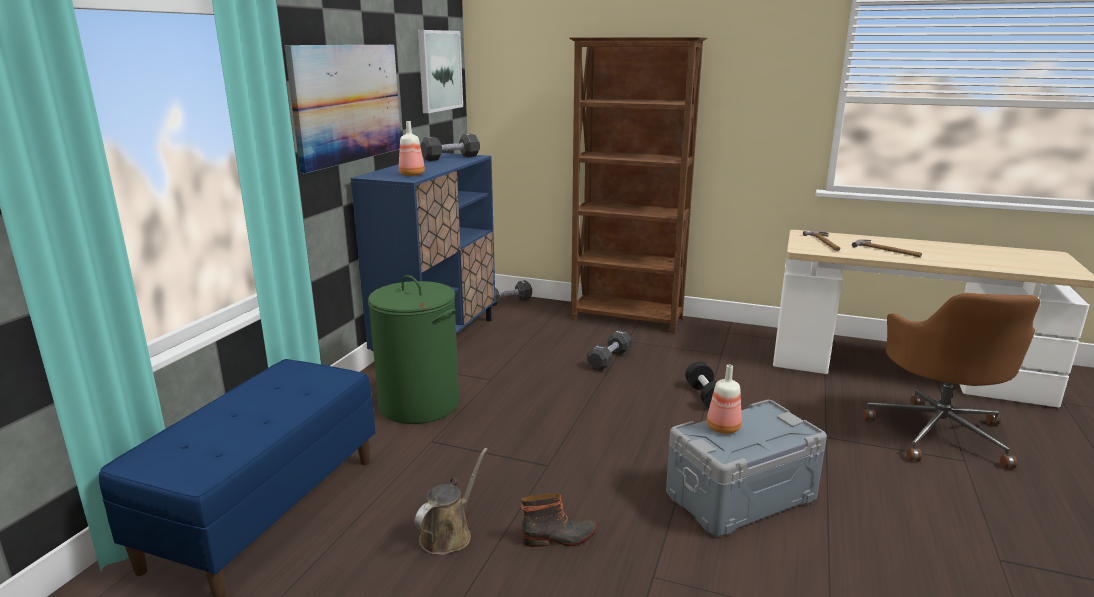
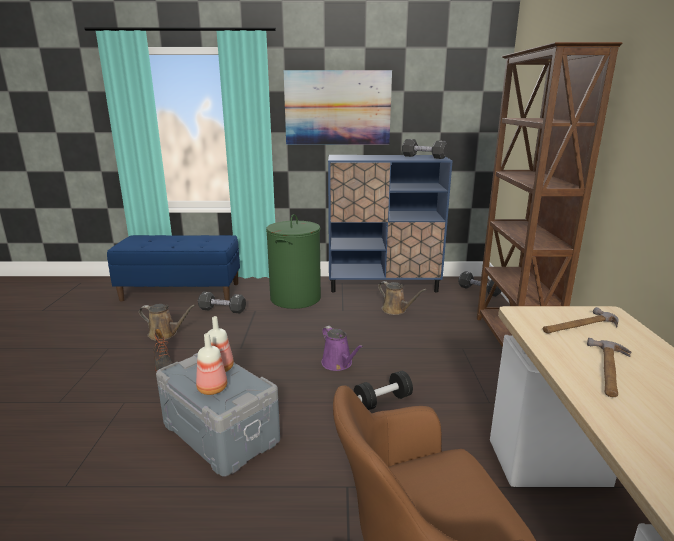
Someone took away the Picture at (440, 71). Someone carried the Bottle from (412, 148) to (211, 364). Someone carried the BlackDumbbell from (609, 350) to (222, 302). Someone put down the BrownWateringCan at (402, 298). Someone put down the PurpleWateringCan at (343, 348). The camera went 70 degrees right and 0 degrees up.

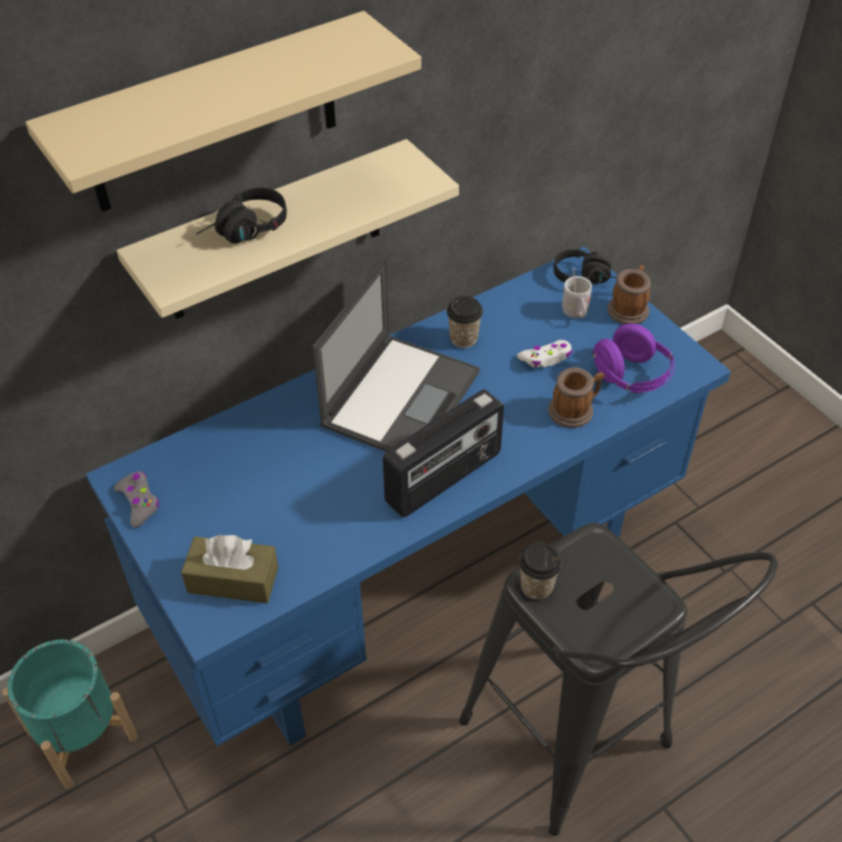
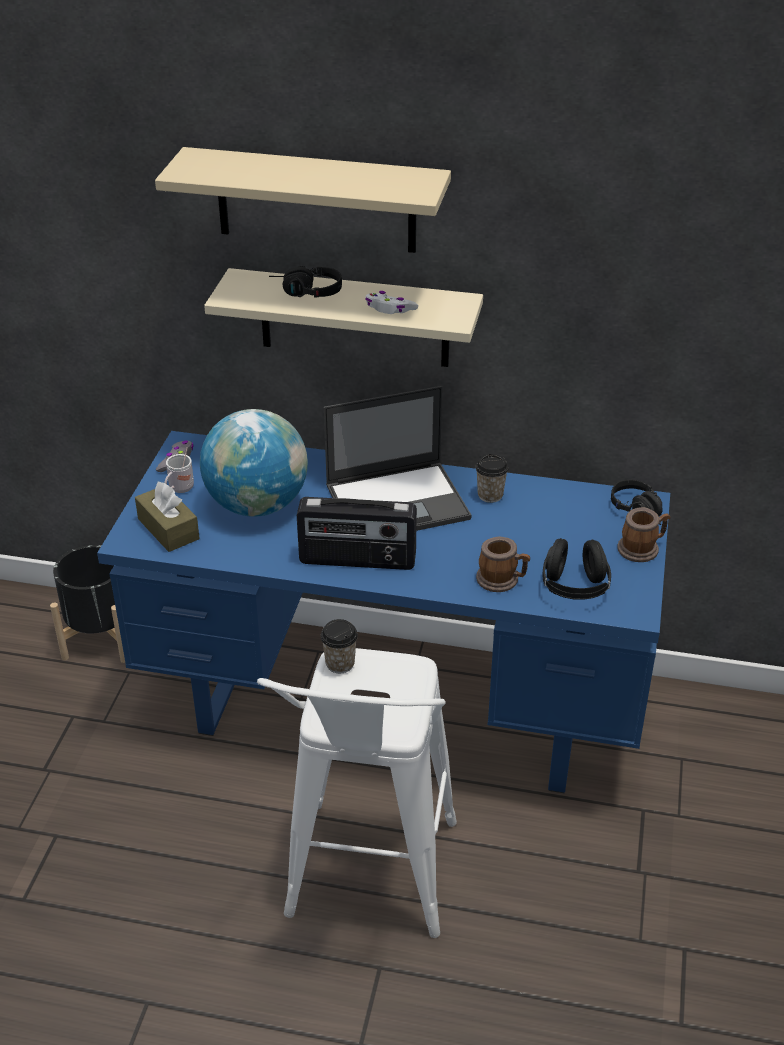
Someone carried the WhiteMug from (577, 293) to (179, 470). Someone repainted the PurpleHeadphones at (633, 358), which became the BlackHeadphones at (576, 569). Someone carried the WhiteGameController from (544, 354) to (391, 302). Someone repainted the BlackStool at (618, 679), which became the WhiteStool at (357, 793). Someone repainted the TurquoisePlanter at (70, 714), which became the BlackPlanter at (87, 604). Someone put down the Globe at (254, 463). The camera went 45 degrees right and 10 degrees down.

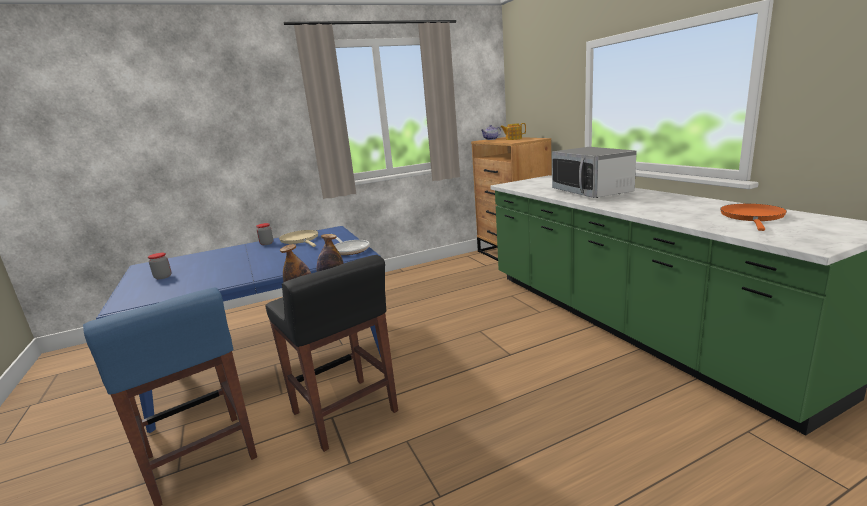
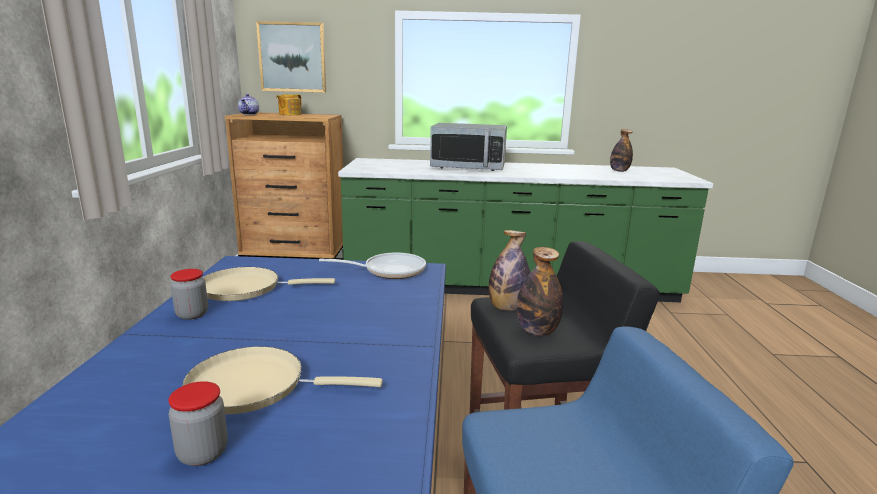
Someone swapped the OrangeFryingPan at (753, 217) for the Bottle at (621, 150). Someone put up the Picture at (291, 56). Someone put down the BeigeFryingPan at (282, 380). The camera went 65 degrees left and 0 degrees up.

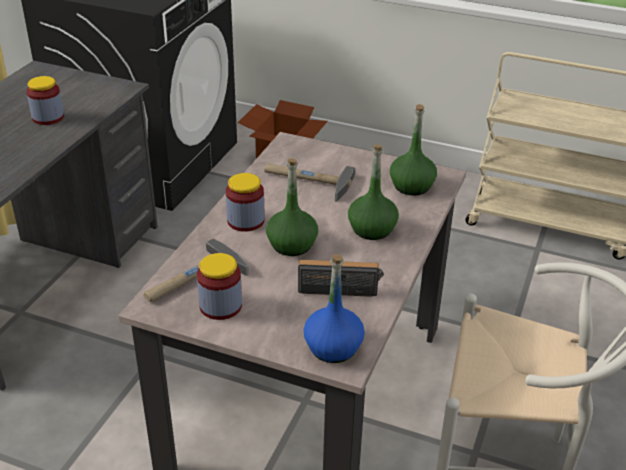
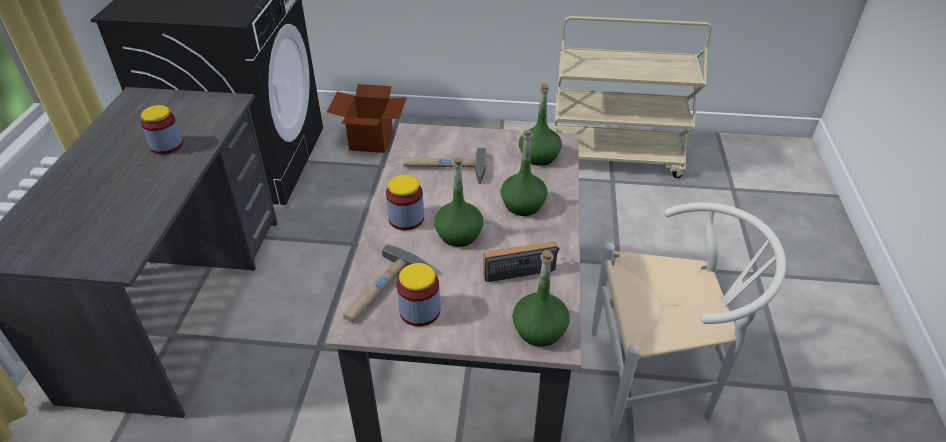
Someone repainted the BlueBottle at (334, 308), which became the GreenBottle at (541, 298). The camera went 15 degrees left and 5 degrees up.

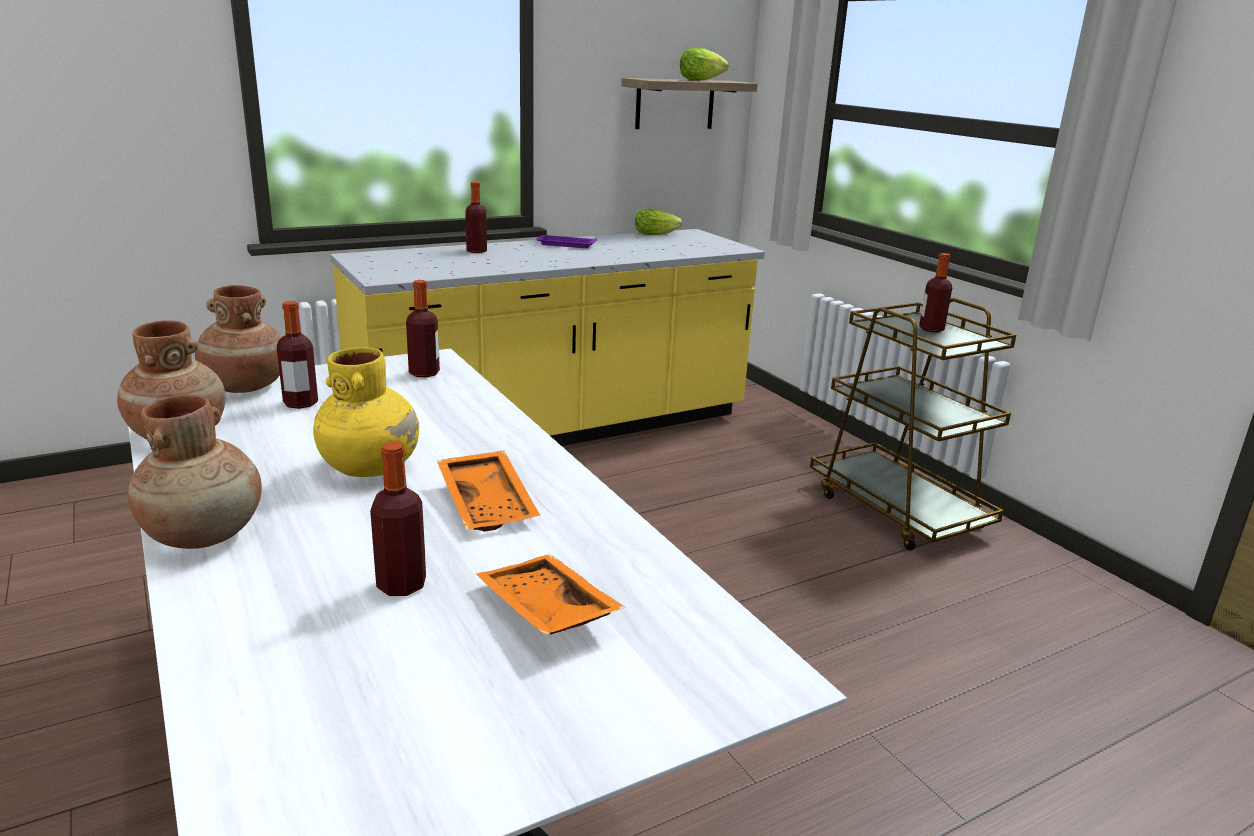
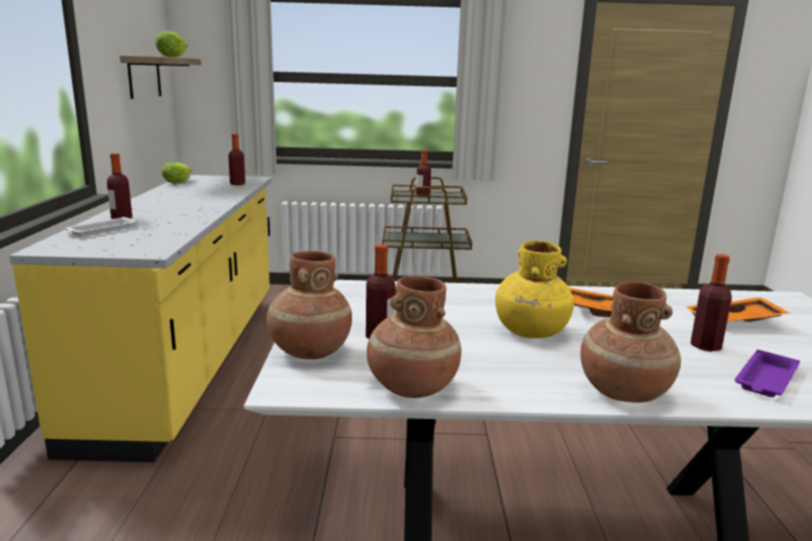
Someone carried the PurpleTray from (566, 241) to (767, 373). Someone carried the Bottle from (423, 329) to (236, 159). Someone put down the WhiteTray at (101, 227). The camera went 60 degrees left and 5 degrees down.

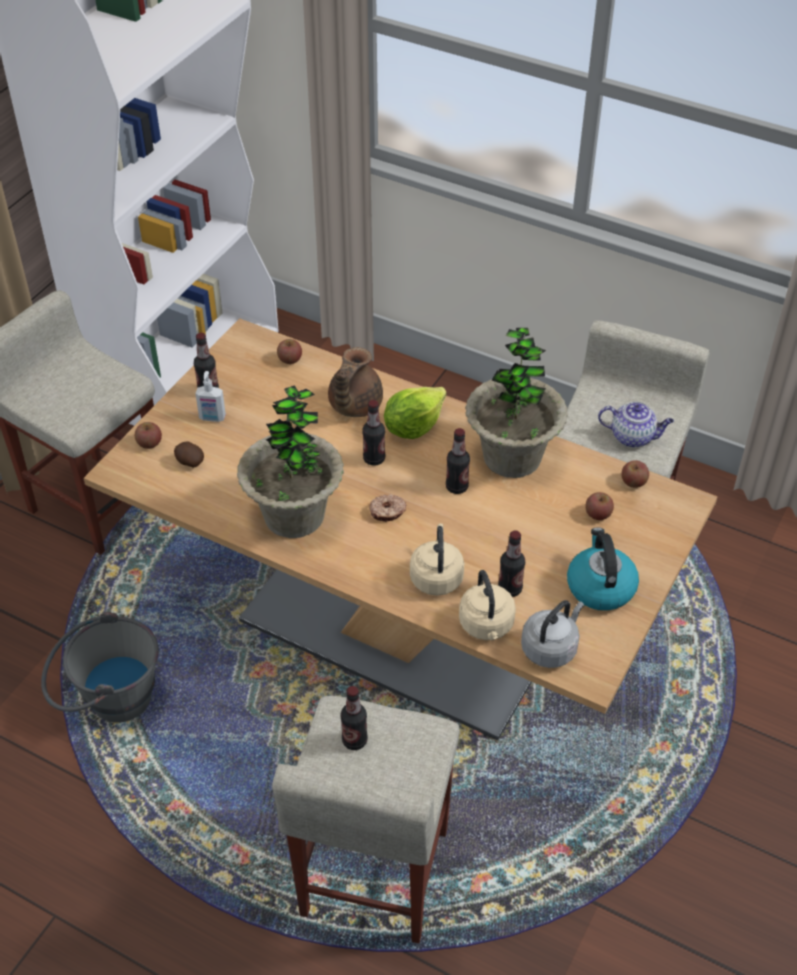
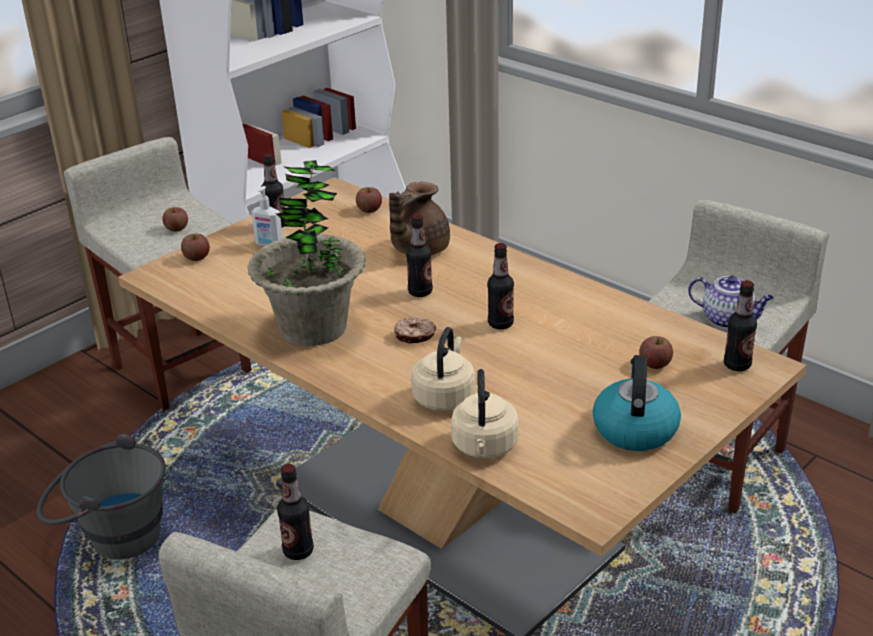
Someone took away the PottedPlant at (516, 403). Someone took away the Lettuce at (415, 413). Someone took away the Potato at (189, 454). Someone carried the Apple from (635, 474) to (175, 219). Someone carried the Bottle from (511, 563) to (740, 325). Someone took away the GreyKettle at (552, 634). The camera went 15 degrees right and 15 degrees down.

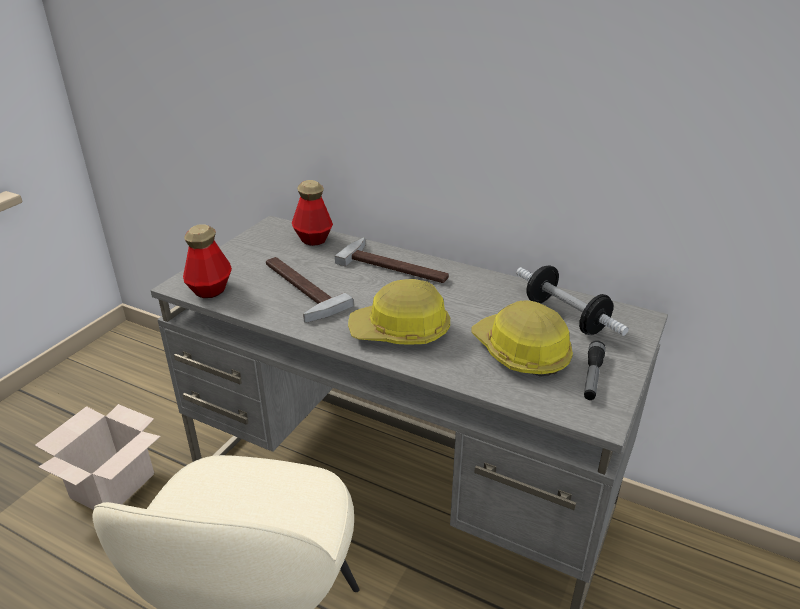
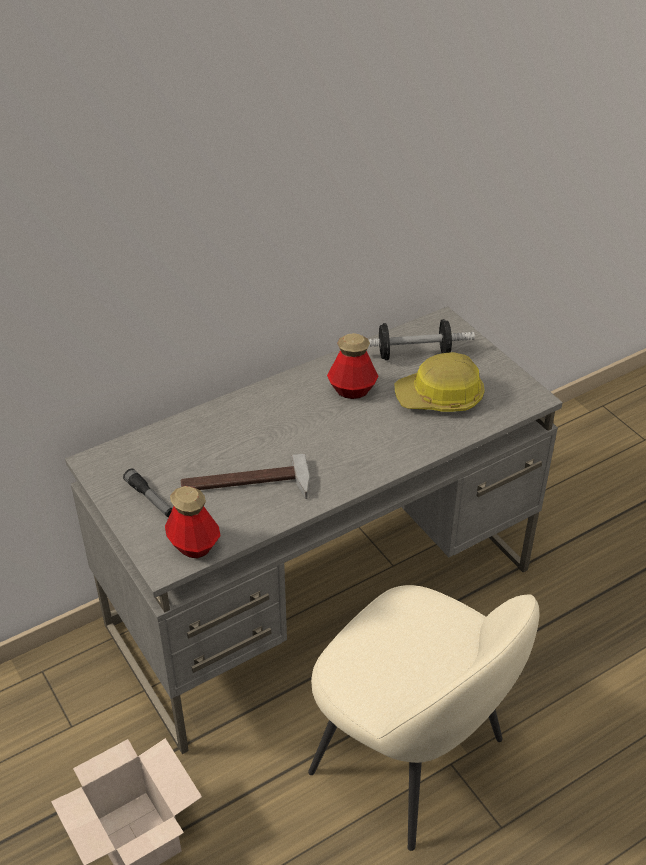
Someone carried the Bottle from (312, 213) to (352, 366). Someone took away the Hammer at (392, 260). Someone took away the HardHat at (399, 312). Someone carried the Flashlight from (595, 370) to (147, 492). The camera went 60 degrees left and 10 degrees up.

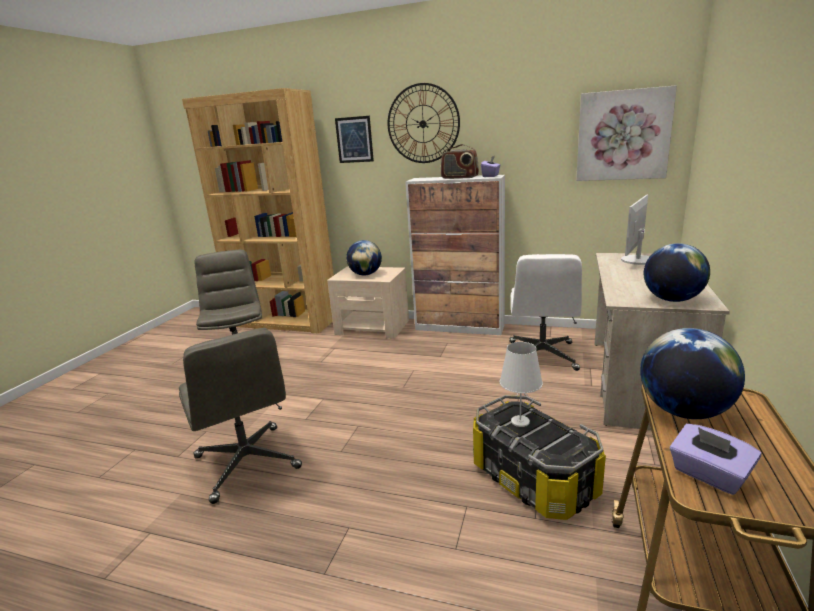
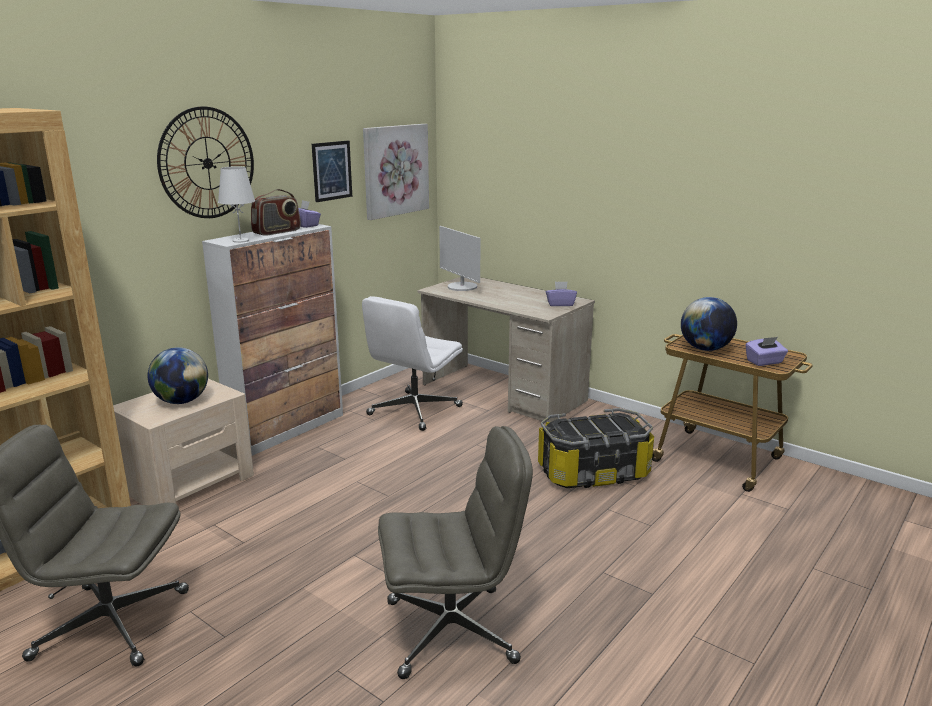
Someone carried the Picture from (354, 139) to (332, 171). Someone swapped the Globe at (677, 272) for the PurpleTissueBox at (561, 294). Someone rotated the WhiteOfficeChair at (545, 312) by 90 degrees clockwise. Someone carried the WhiteTableLamp from (521, 384) to (236, 204). The camera went 70 degrees left and 0 degrees up.

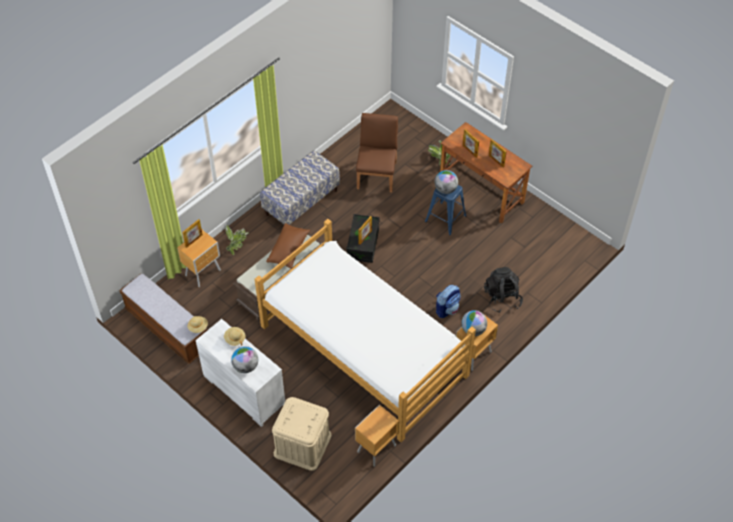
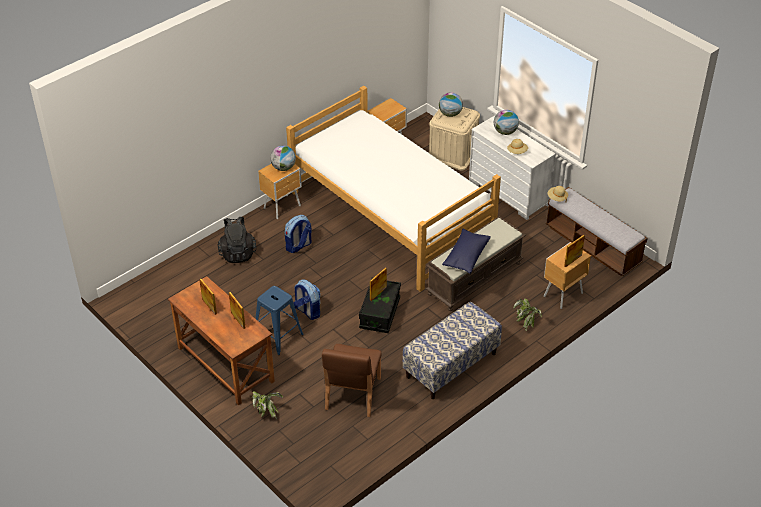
Someone carried the Globe from (446, 182) to (451, 104). Someone repainted the BrownPillow at (288, 246), which became the BluePillow at (466, 251). Someone put down the Backpack at (306, 299). The camera went 175 degrees left and 10 degrees down.

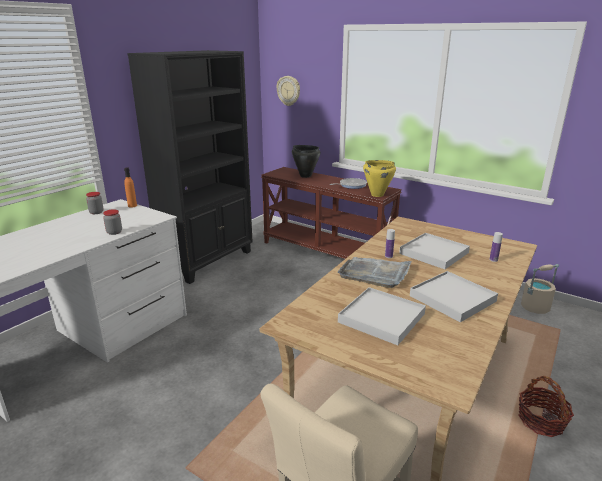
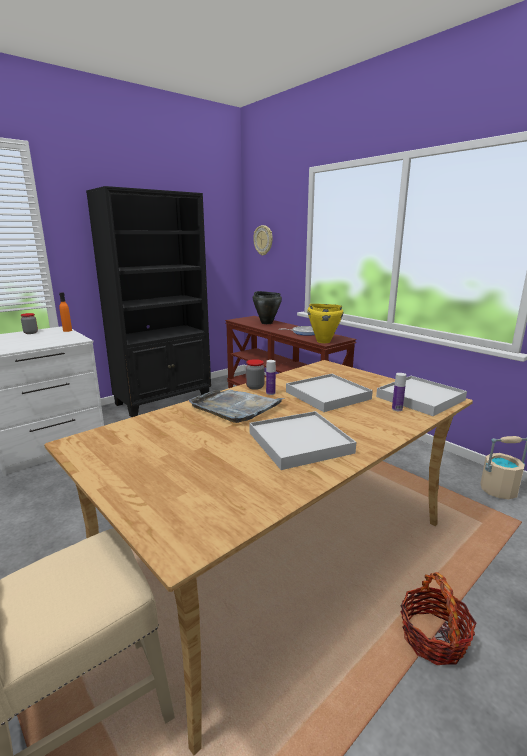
Someone carried the Jar from (112, 222) to (255, 374). Someone carried the WhiteTray from (382, 316) to (421, 396). The camera went 15 degrees right and 5 degrees down.

